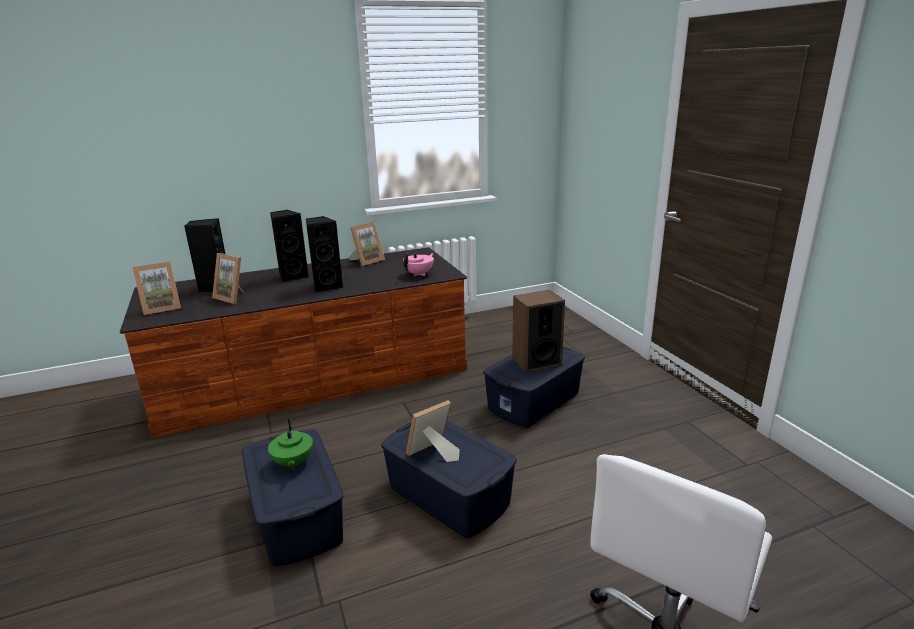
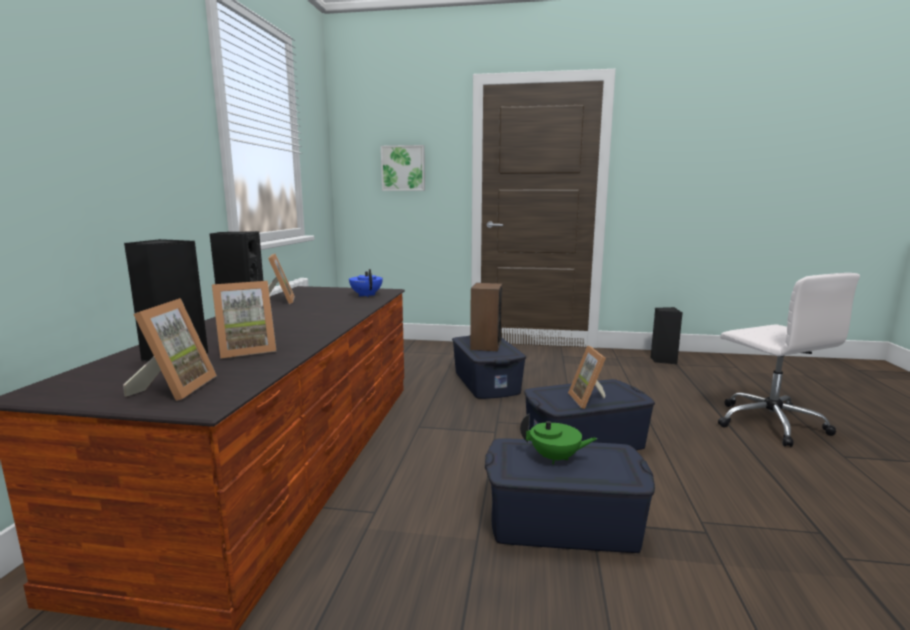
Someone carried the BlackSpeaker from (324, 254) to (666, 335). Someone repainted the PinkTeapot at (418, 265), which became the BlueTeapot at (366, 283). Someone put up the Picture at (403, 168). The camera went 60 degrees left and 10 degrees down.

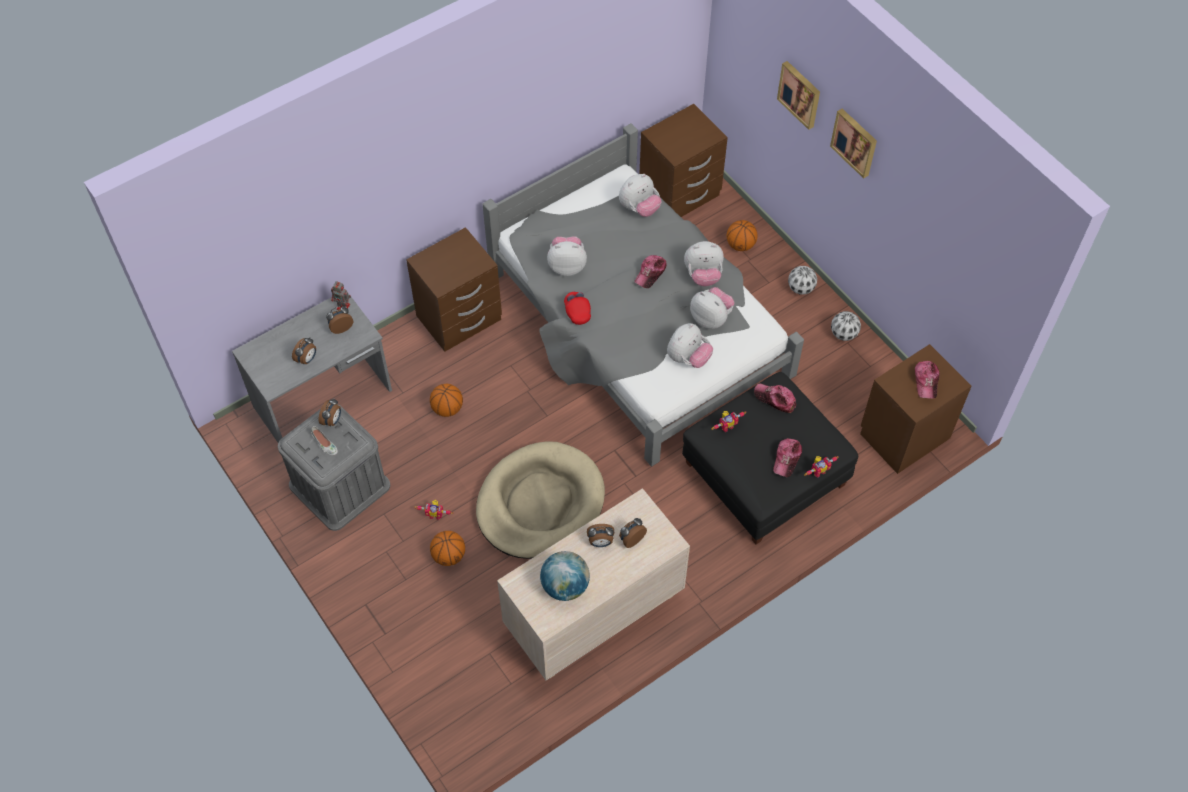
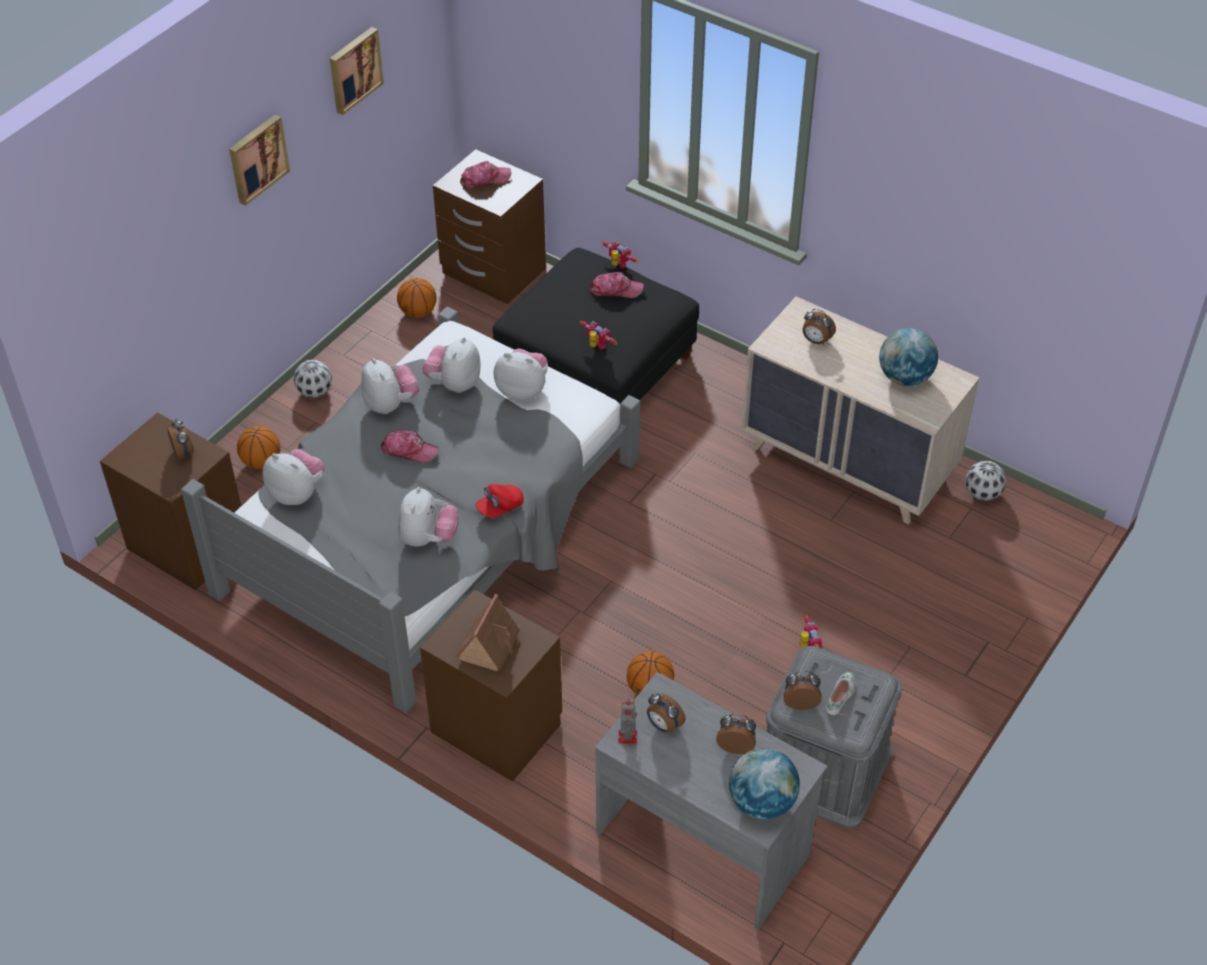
Someone carried the Picture from (798, 95) to (356, 71). Someone rotated the PlushToy at (567, 256) by 150 degrees counterclockwise. Someone carried the Football from (846, 326) to (985, 481). Someone took away the Cap at (775, 398). Someone took away the BeigeDogBed at (540, 500). Someone carried the AlarmClock from (600, 535) to (180, 439). Someone carried the Basketball from (447, 548) to (417, 298). Someone put down the ToyHouse at (488, 633). Someone put down the Globe at (764, 783). The camera went 110 degrees left and 10 degrees down.

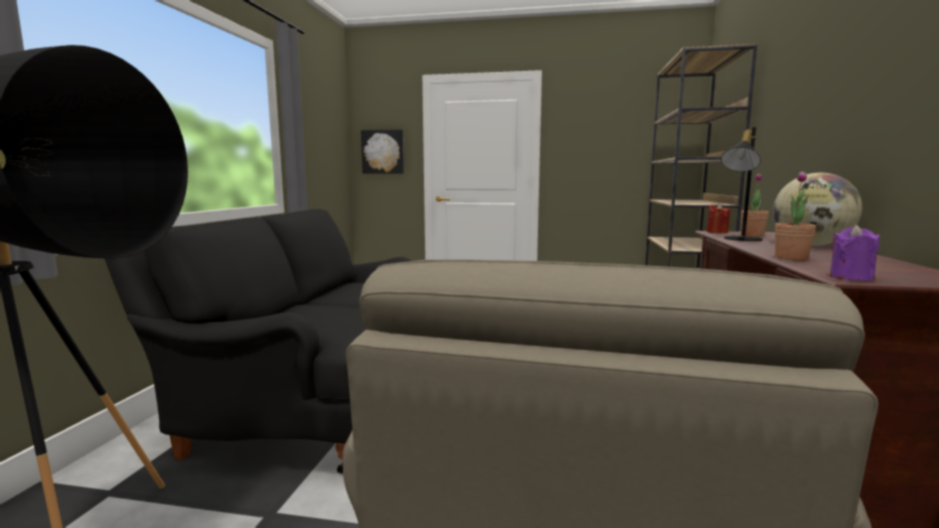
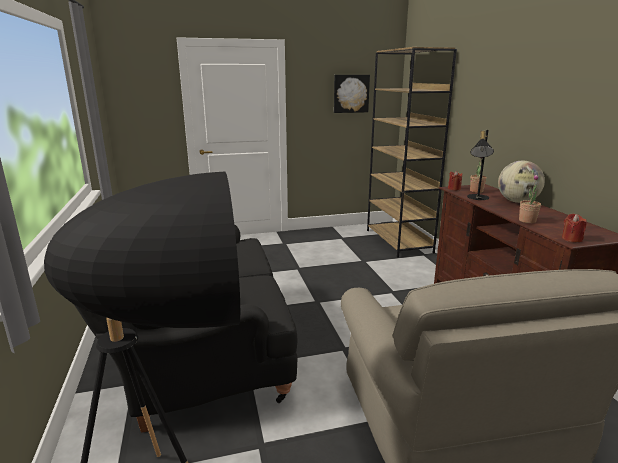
Someone carried the Picture from (382, 151) to (352, 94). Someone repainted the PurpleCandle at (855, 253), which became the RedCandle at (574, 228). The camera went 25 degrees left and 10 degrees up.

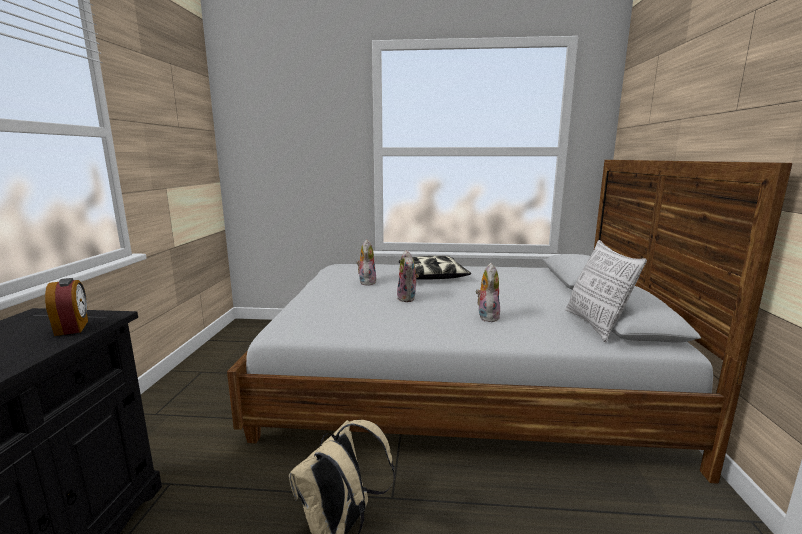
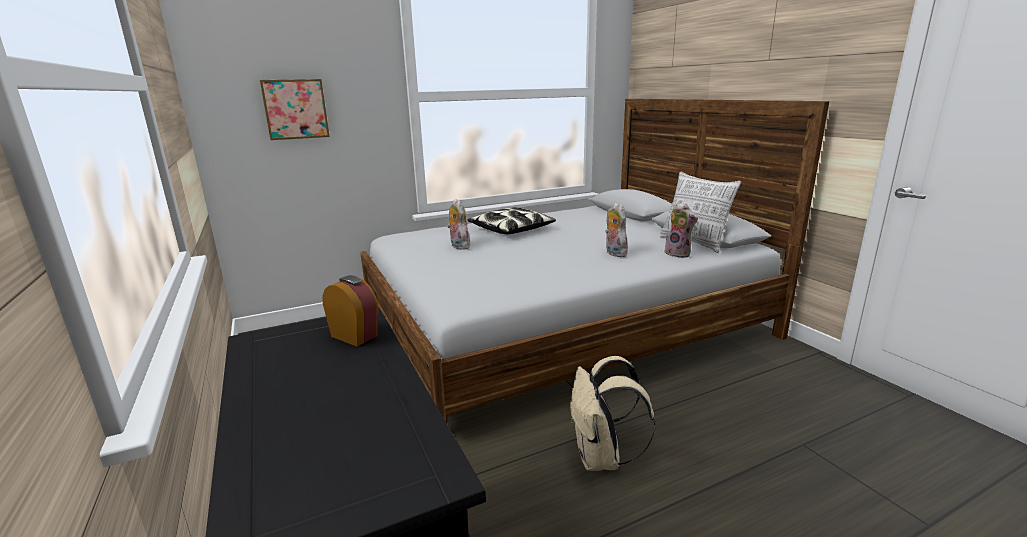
Someone carried the PlushToy from (408, 276) to (680, 230). Someone put up the Picture at (295, 109). The camera went 30 degrees left and 5 degrees up.

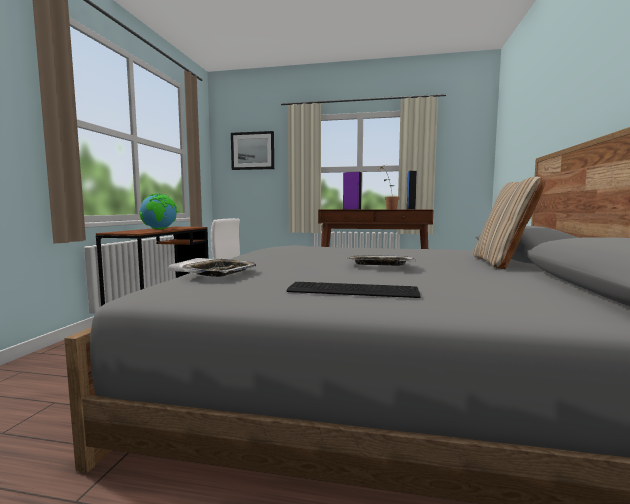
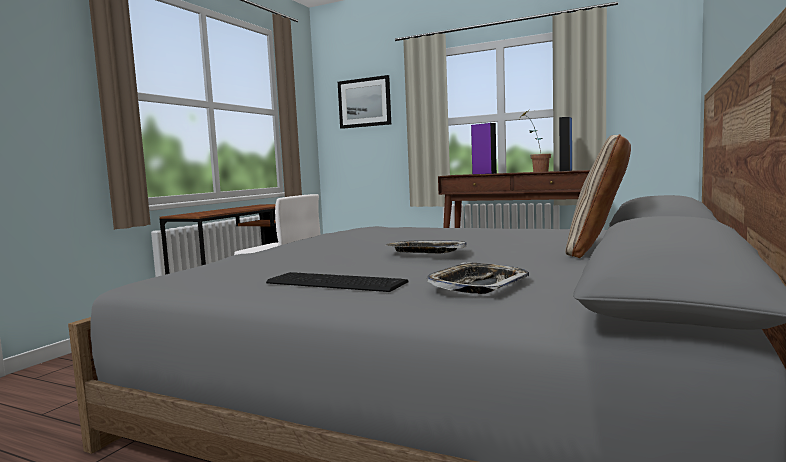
Someone took away the Globe at (158, 211). Someone carried the Tray from (219, 268) to (477, 278). The camera went 15 degrees right and 0 degrees up.

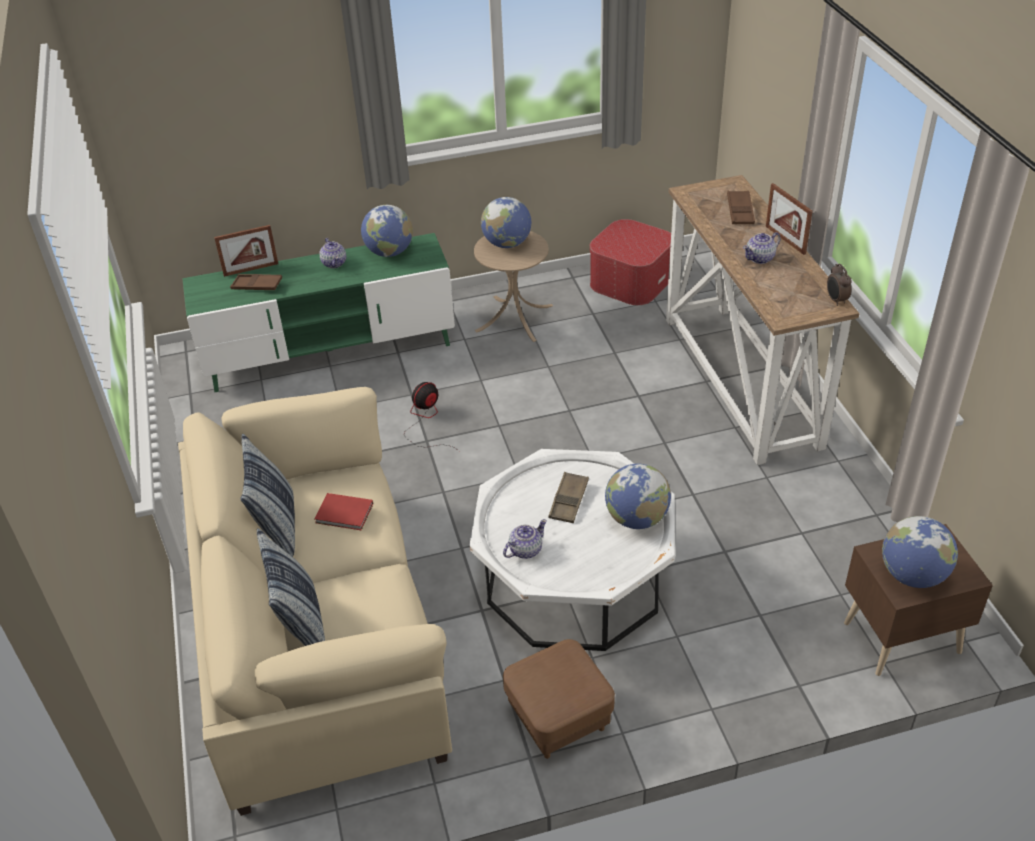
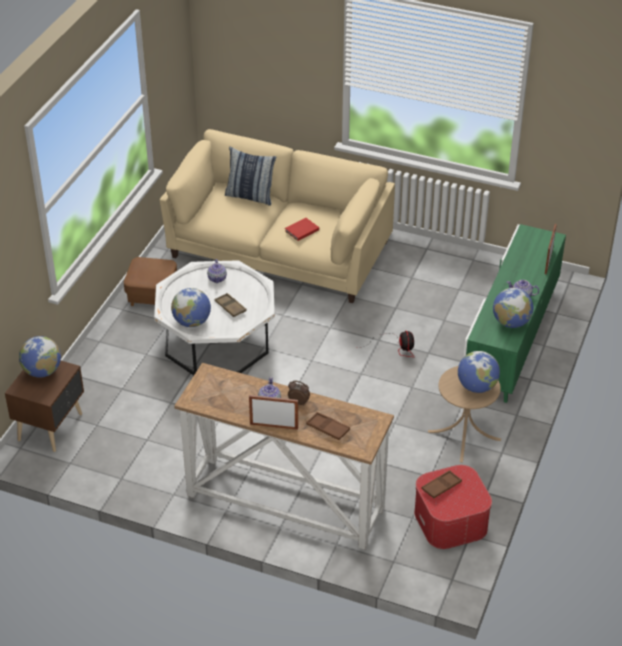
Someone carried the AlarmClock from (839, 285) to (299, 393). Someone carried the BrownTray from (256, 282) to (442, 484). Someone took away the Pillow at (267, 495). The camera went 125 degrees right and 0 degrees up.

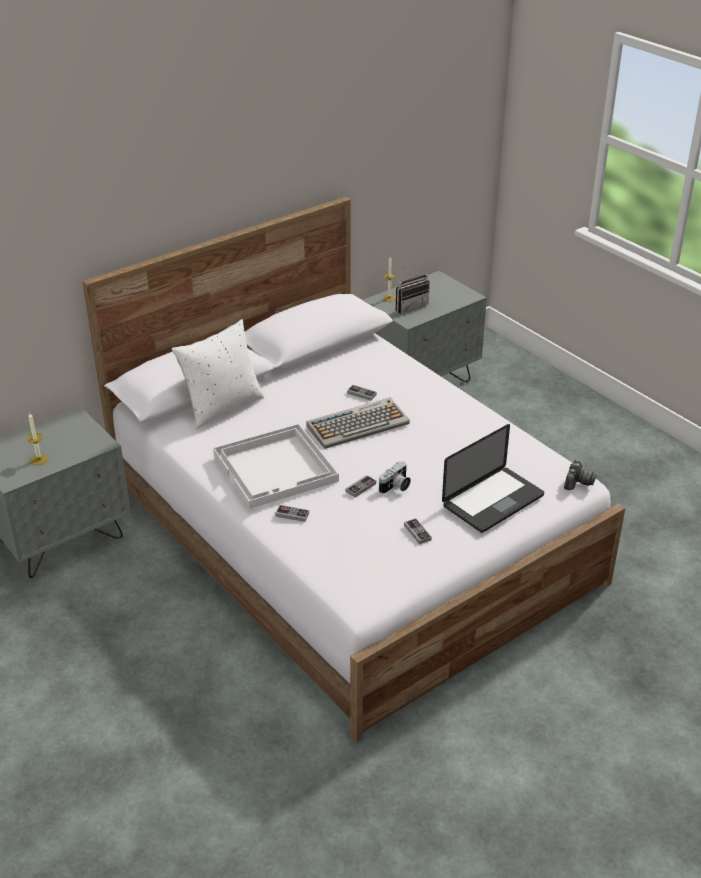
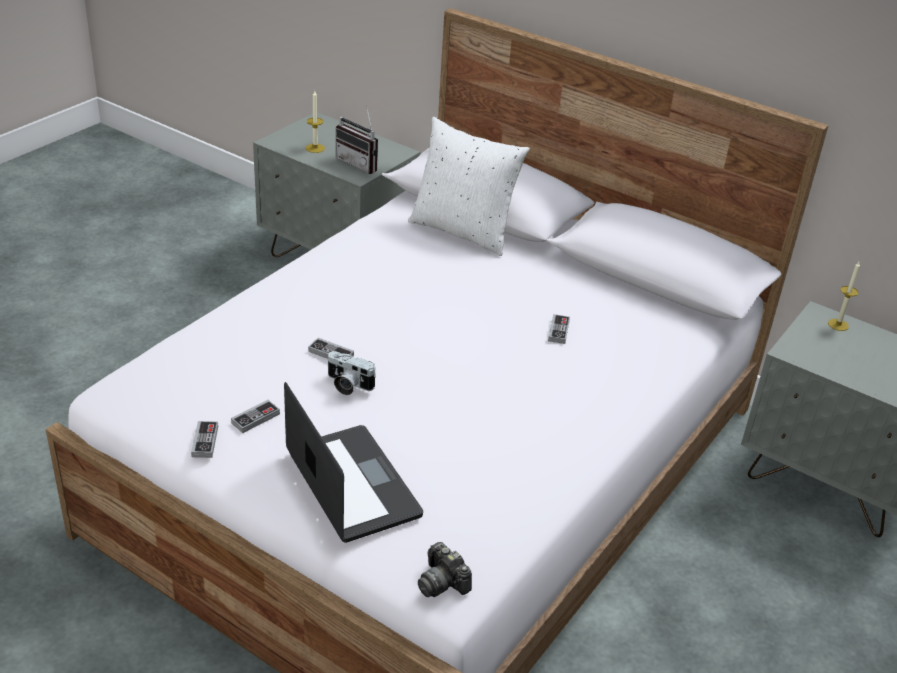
Someone carried the Radio from (413, 290) to (357, 140). Someone took away the Keyboard at (358, 423). Someone took away the WhiteTray at (276, 466). Someone rotated the Laptop at (493, 478) by 150 degrees counterclockwise. Someone rotated the PhotoCamera at (580, 475) by 45 degrees clockwise. Someone carried the GameController from (292, 513) to (204, 439). The camera went 70 degrees right and 0 degrees up.

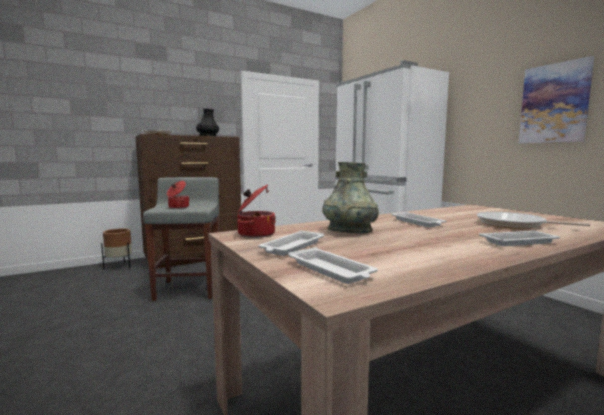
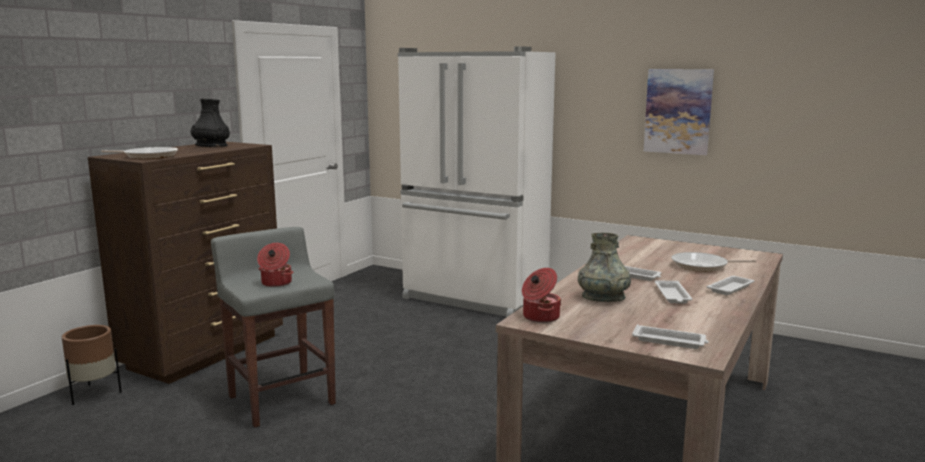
Someone carried the WhiteTray from (291, 243) to (674, 291). The camera went 30 degrees left and 5 degrees up.

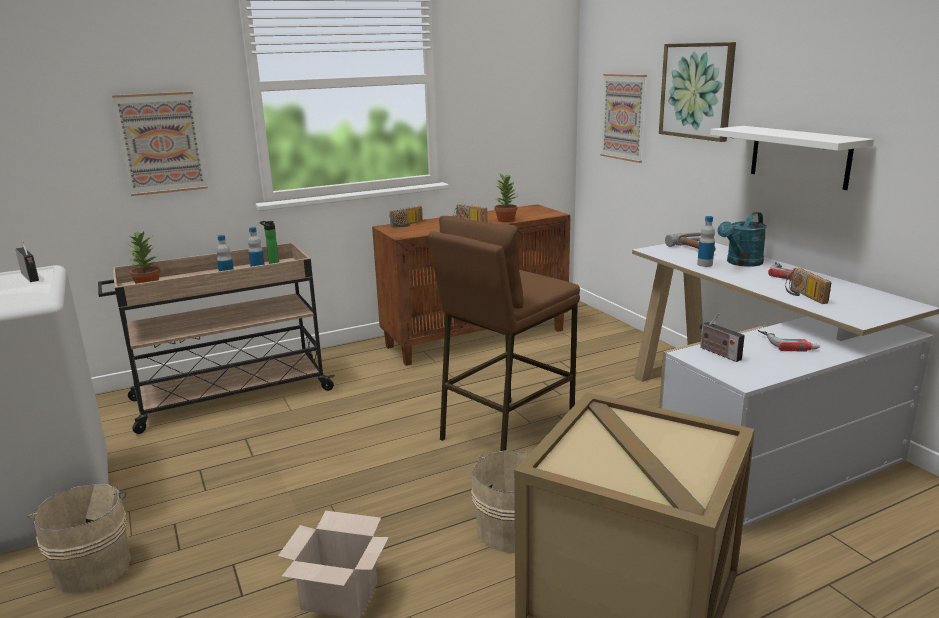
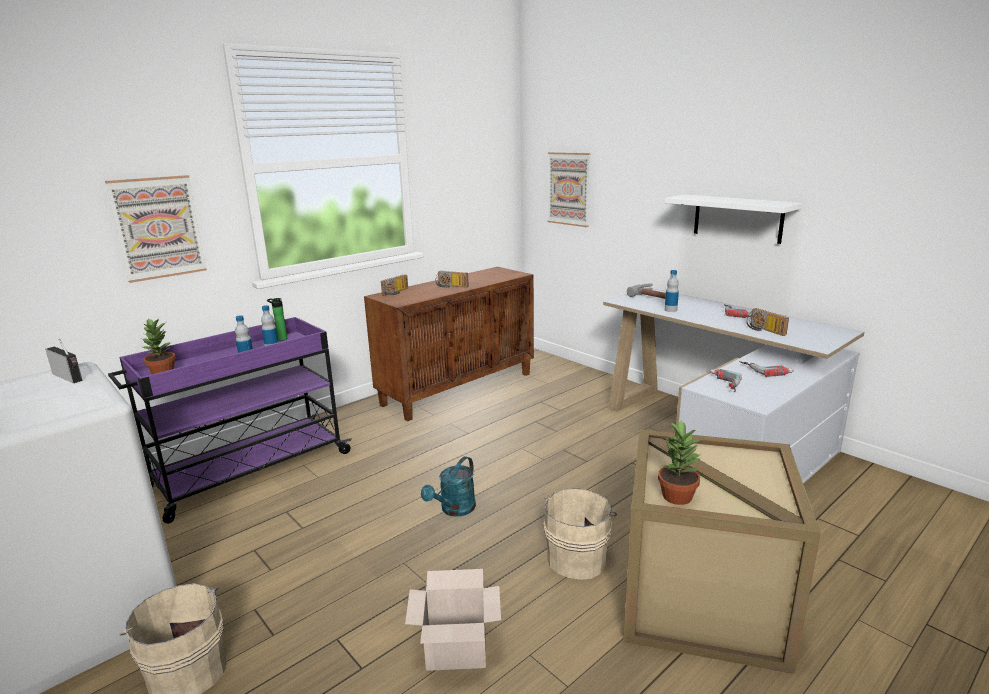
Someone took away the Picture at (697, 92). Someone carried the PottedPlant from (506, 197) to (680, 462). Someone carried the TurquoiseWateringCan from (742, 239) to (448, 486). Someone took away the BrownStool at (504, 333). Someone repainted the BeigeCart at (216, 338), which became the PurpleCart at (230, 420). Someone swapped the Radio at (722, 337) for the PowerDrill at (726, 380). The camera went 15 degrees left and 0 degrees up.

